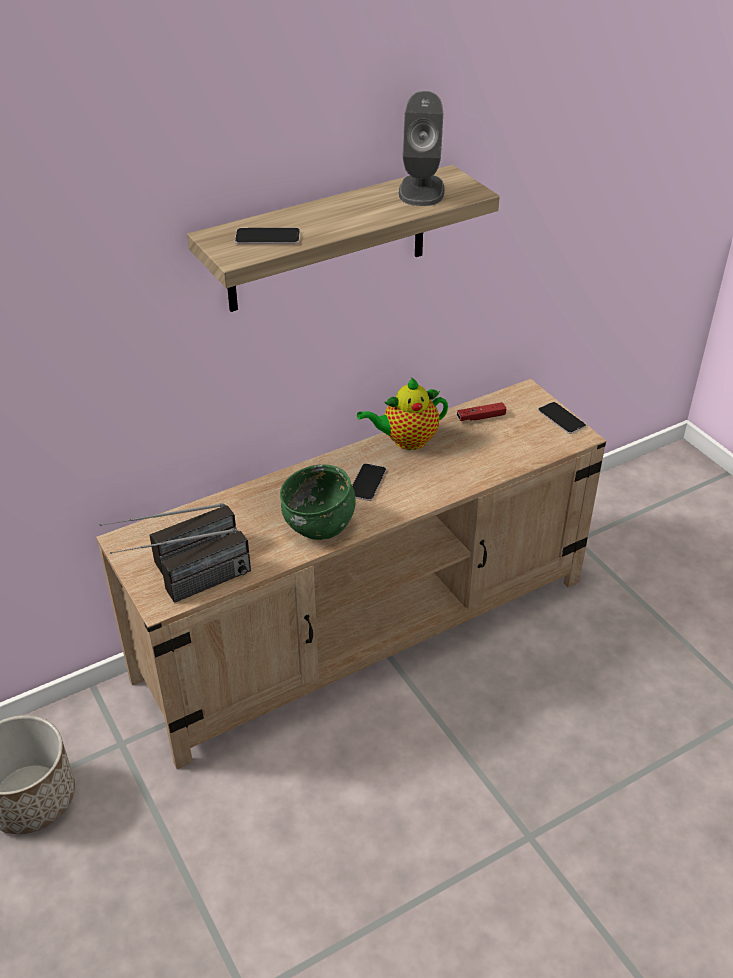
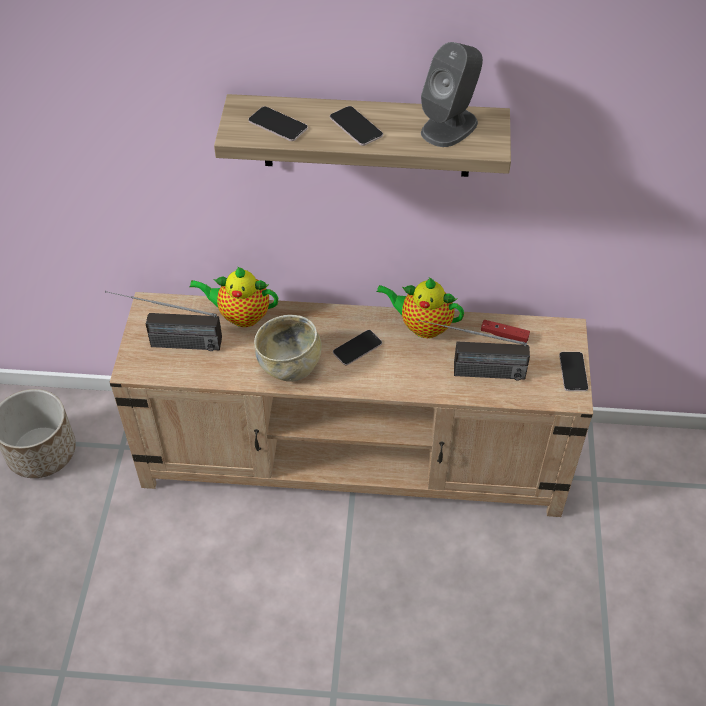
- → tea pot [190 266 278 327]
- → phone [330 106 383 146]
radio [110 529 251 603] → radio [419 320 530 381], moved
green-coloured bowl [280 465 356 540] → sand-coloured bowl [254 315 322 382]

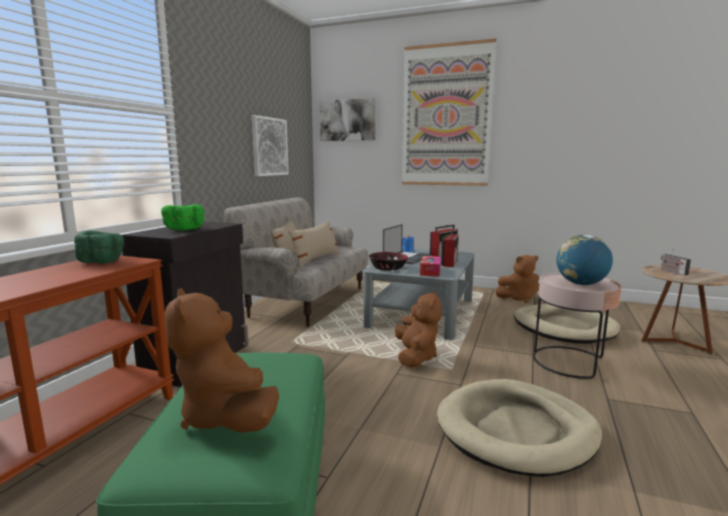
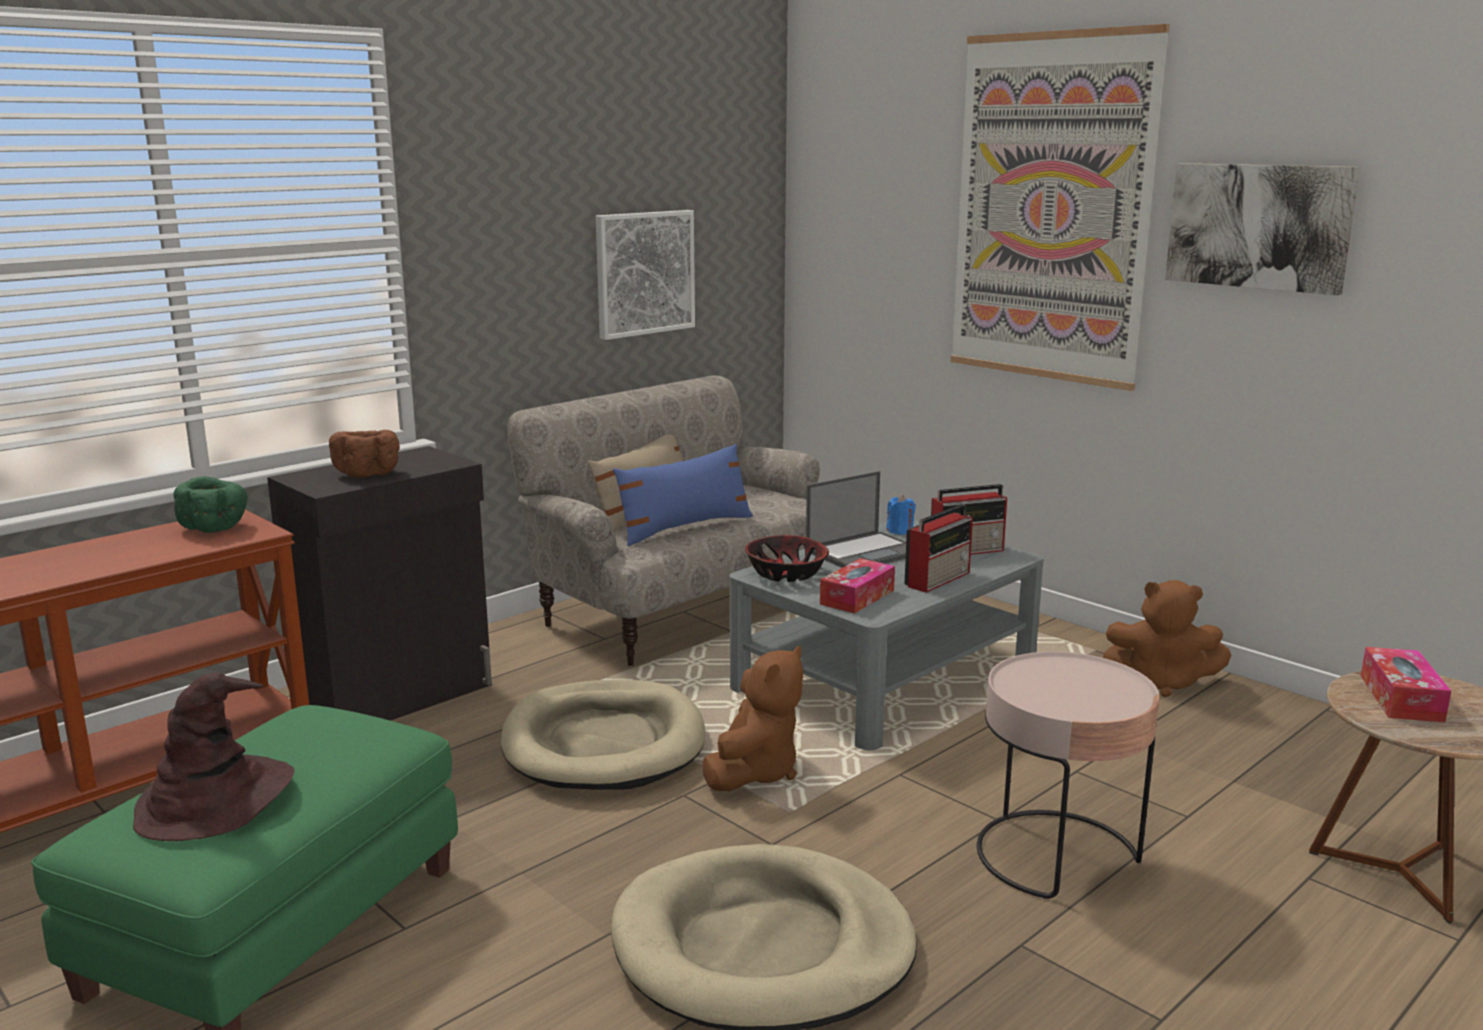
globe [556 235 613 285] → -
wall art [319 98 375 141] → wall art [1165 163 1360 295], moved
sand-coloured pet bed [513 304 621 344] → sand-coloured pet bed [501 679 705 789], moved
brownish cuddly toy [165 288 279 433] → brownish clothing hat [133 673 294 841]
radio [661 248 691 276] → tissue holder [1361 647 1451 722]
green-coloured bowl [161 205 205 231] → brownish bowl [329 430 400 478]
sand-coloured pillow [288 221 340 268] → blue pillow [613 444 753 546]

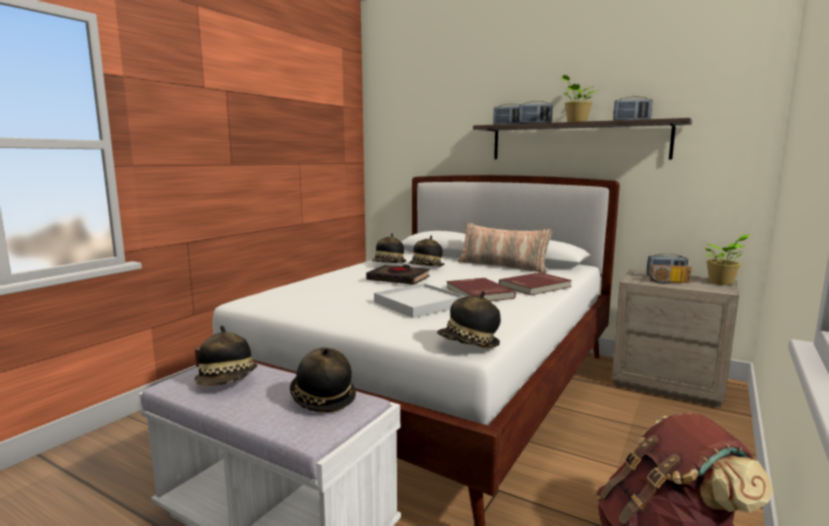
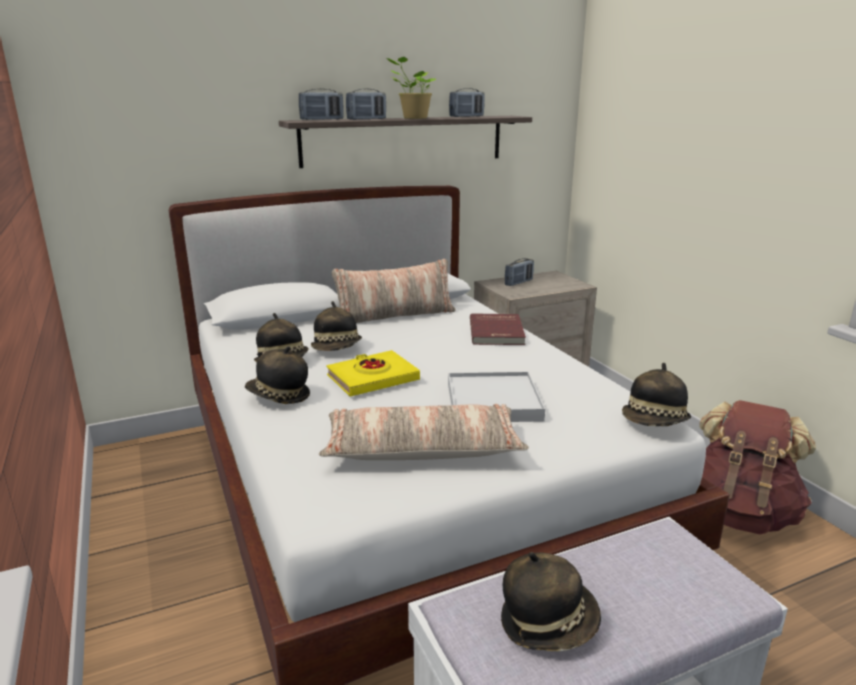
red-coloured bound book [446 278 516 301] → -
radio [649 265 691 284] → -
houseplant [703 234 750 285] → -
- → pillow [319 404 529 460]
clothing hat [290 347 356 413] → clothing hat [245 346 310 404], moved
black bound book [366 264 430 285] → yellowish bound book [326 350 420 397]

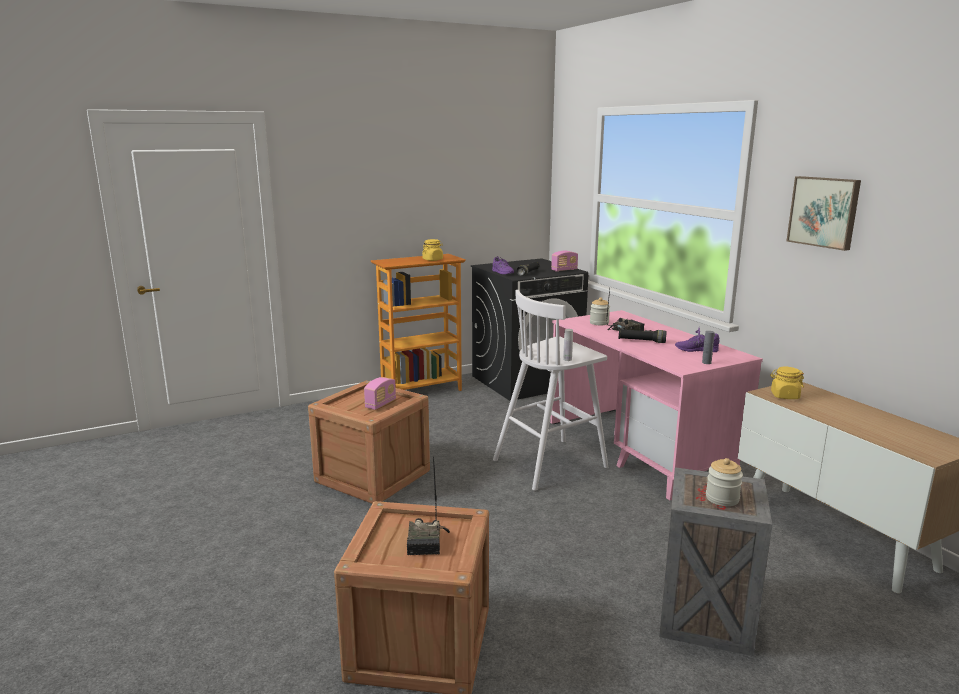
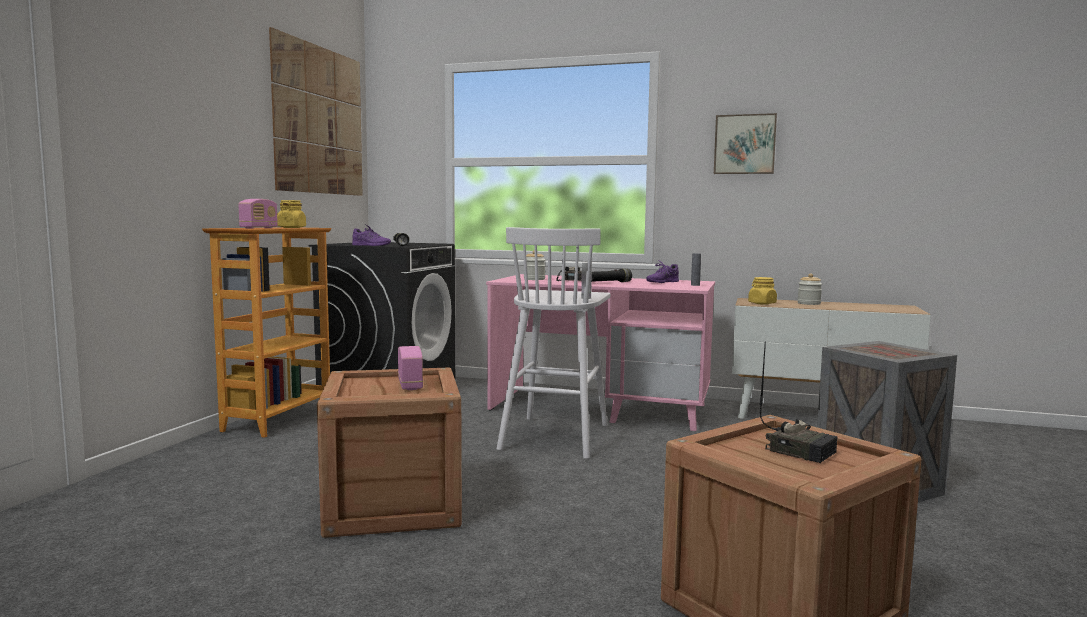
- → wall art [269 27 363 196]
radio [551 251 578 272] → radio [238 199 278 229], moved
preserve jar [706 458 743 506] → preserve jar [797 273 822 305], moved

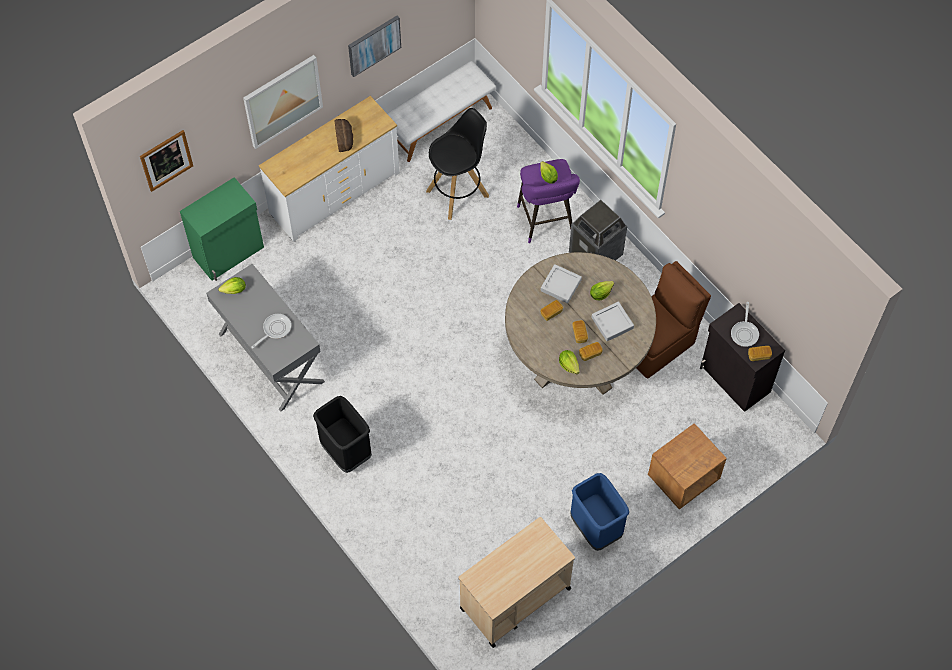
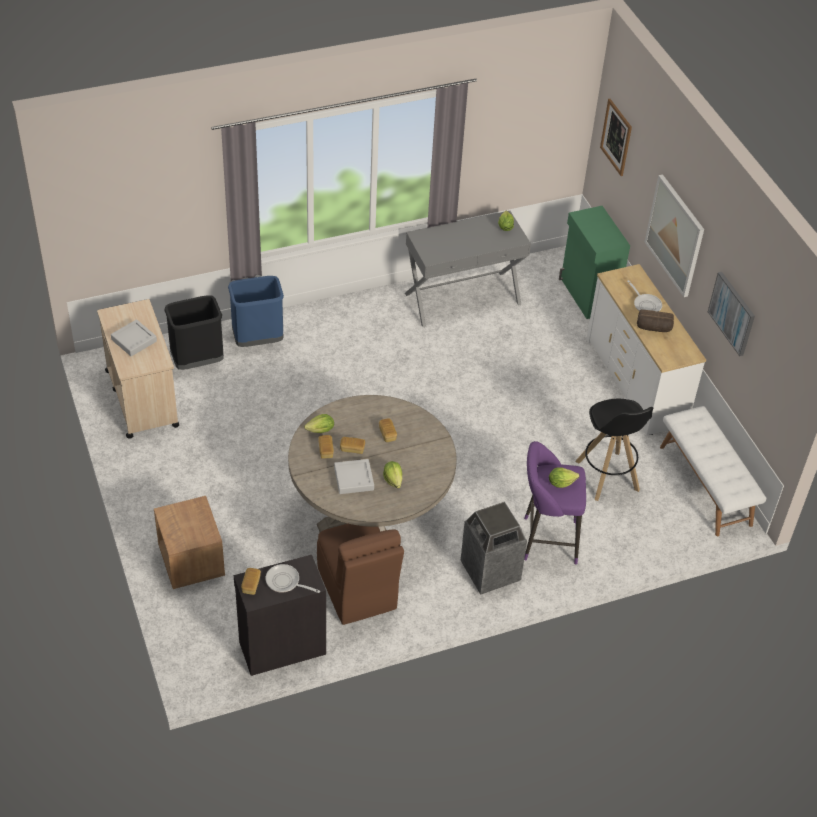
skillet [251 314 291 348] → skillet [627 280 662 312], moved
black rubbish bin [313 396 372 473] → black rubbish bin [164 295 224 370], moved
gray serving tray [541 264 582 303] → gray serving tray [111 319 157 356], moved
blue rubbish bin [570 473 629 551] → blue rubbish bin [228 276 284 347], moved

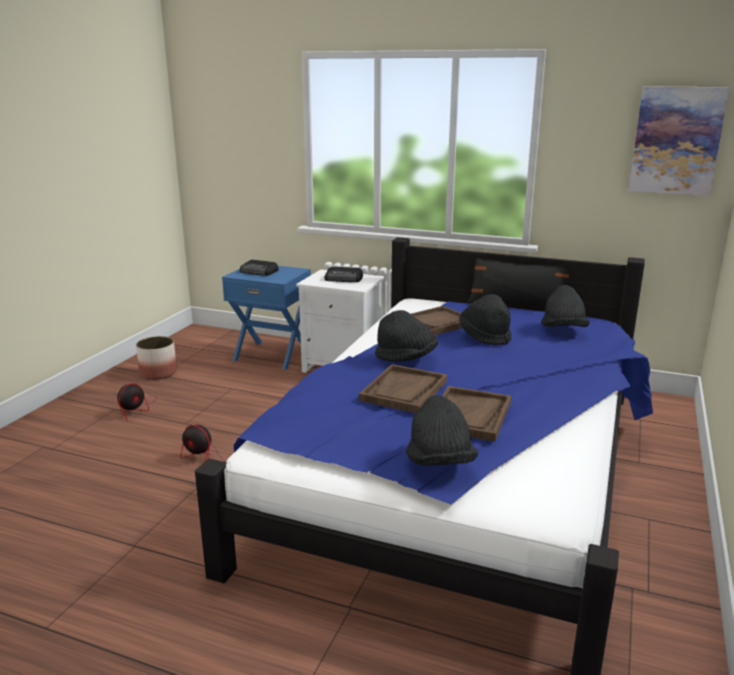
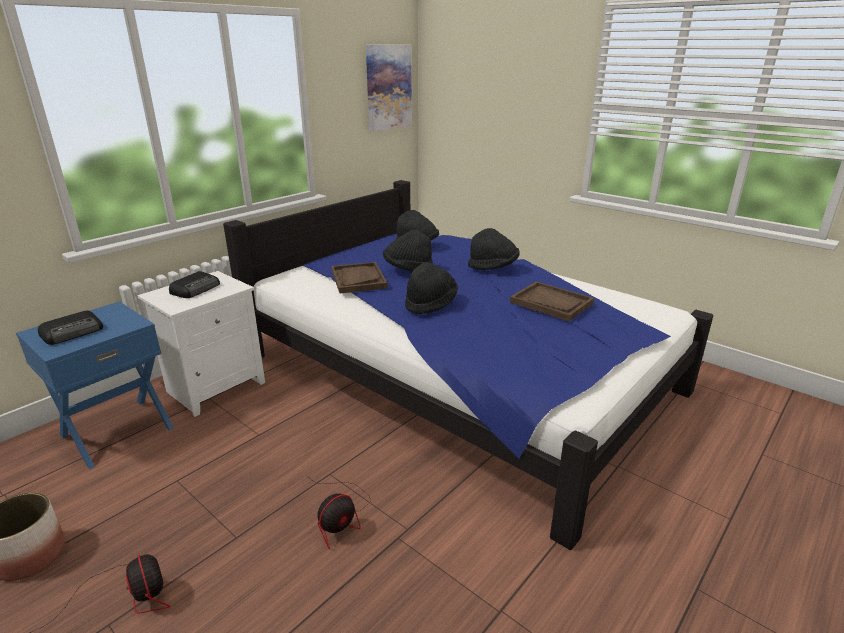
brownish serving tray [359 364 447 413] → -
black pillow [468 258 569 308] → -
black clothing hat [406 395 478 466] → black clothing hat [468 228 520 270], moved

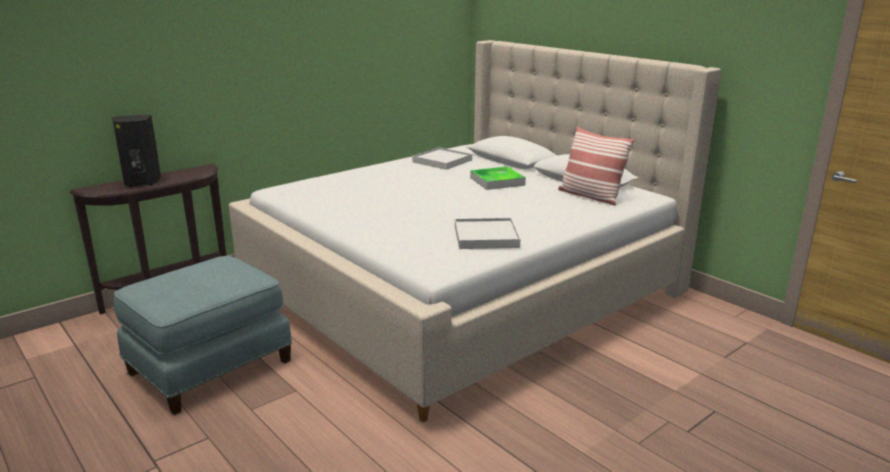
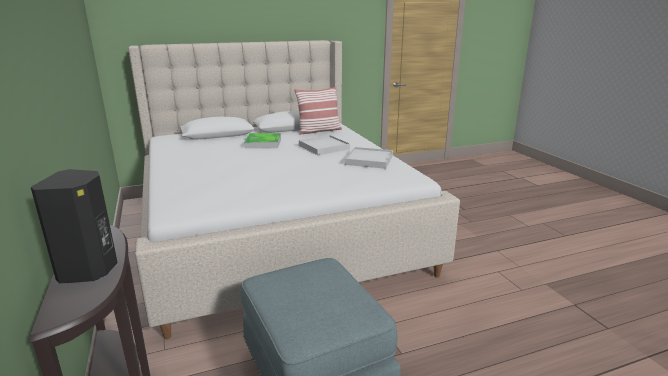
white-coloured serving tray [412 147 472 170] → white-coloured serving tray [299 135 350 155], moved

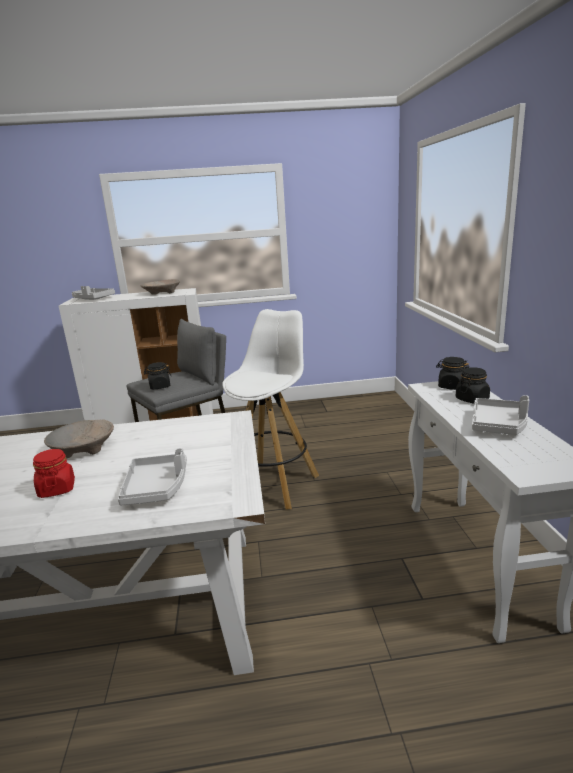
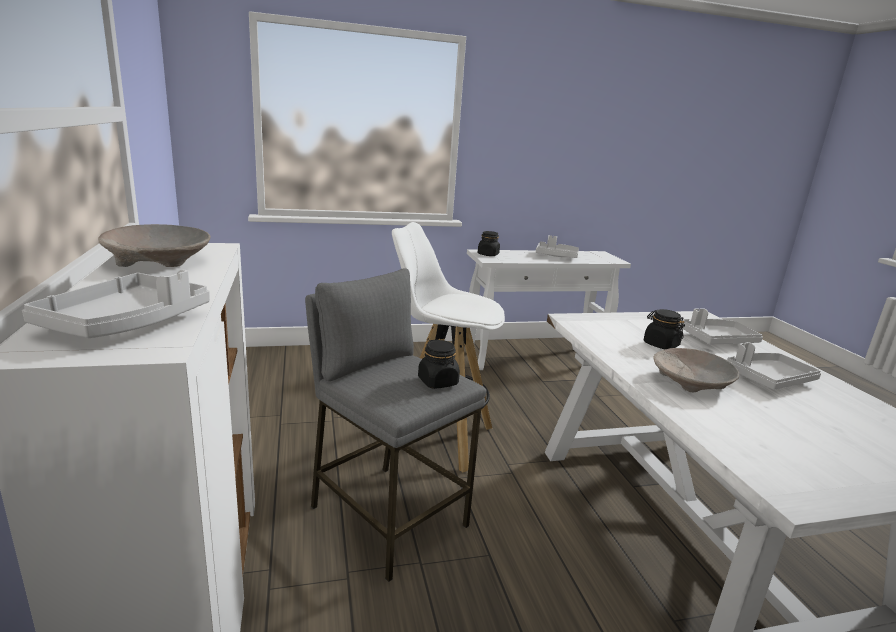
black preserve jar [456 367 490 403] → black preserve jar [644 309 685 349], moved
red-coloured preserve jar [33 449 75 498] → gray serving tray [727 342 821 390]

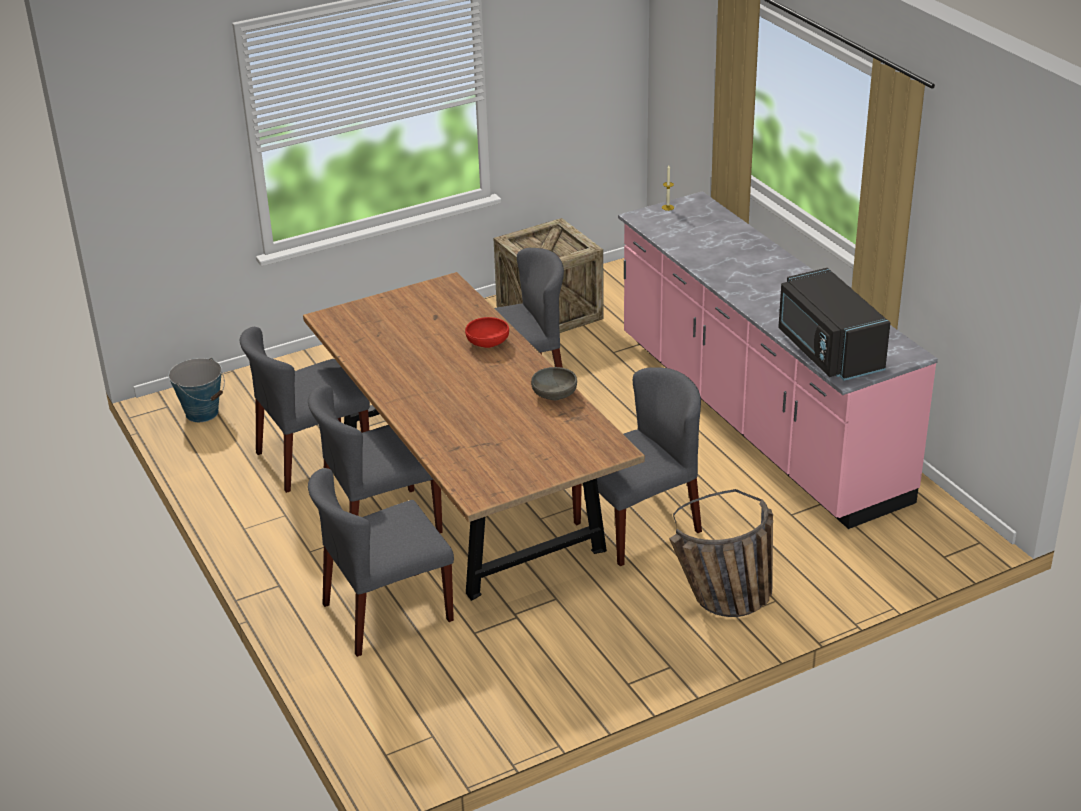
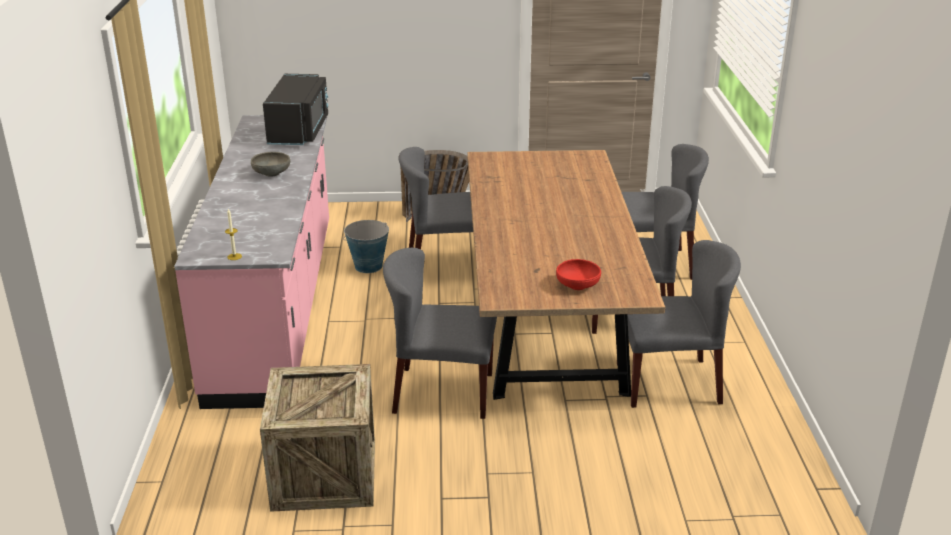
bucket [168 358 225 422] → bucket [343 220 389 273], moved
red-coloured bowl [465 317 509 348] → red-coloured bowl [556 259 601 290], moved
gray bowl [531 367 577 400] → gray bowl [251 152 290 176], moved

